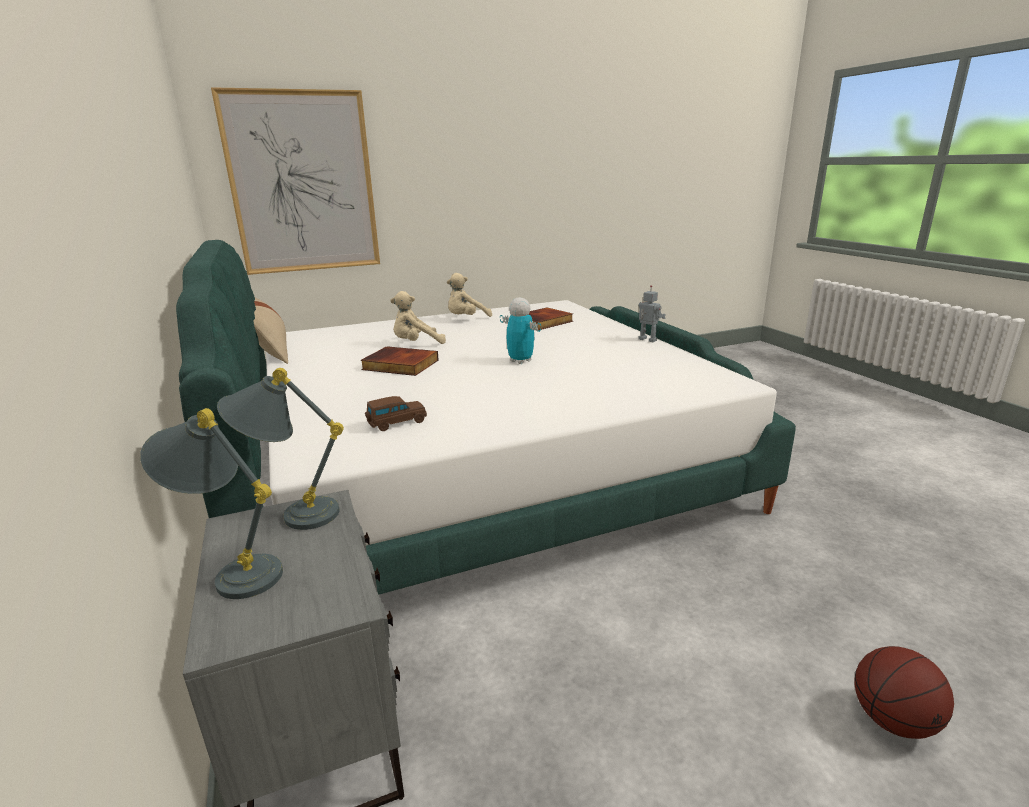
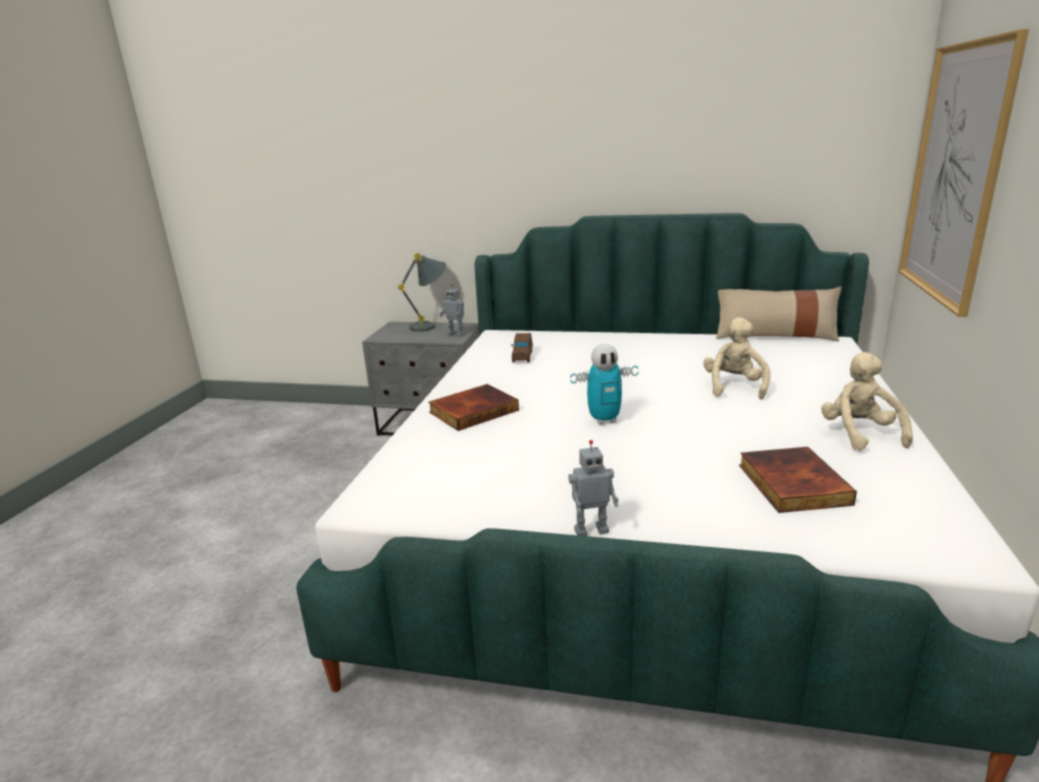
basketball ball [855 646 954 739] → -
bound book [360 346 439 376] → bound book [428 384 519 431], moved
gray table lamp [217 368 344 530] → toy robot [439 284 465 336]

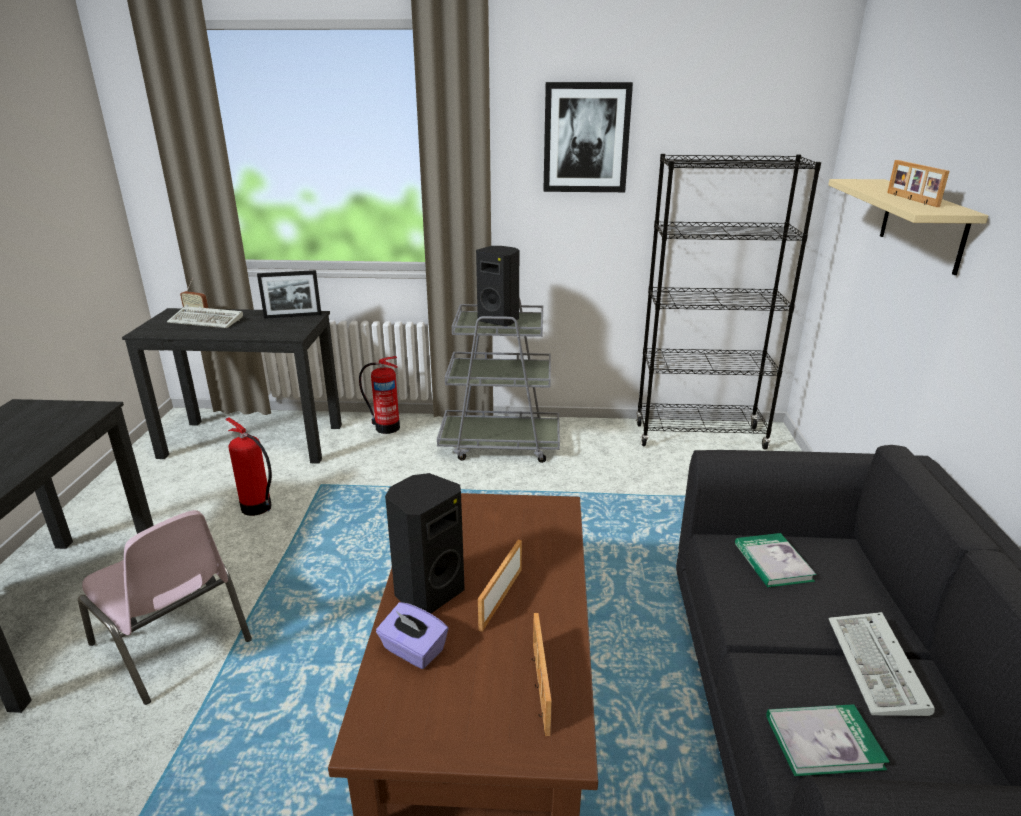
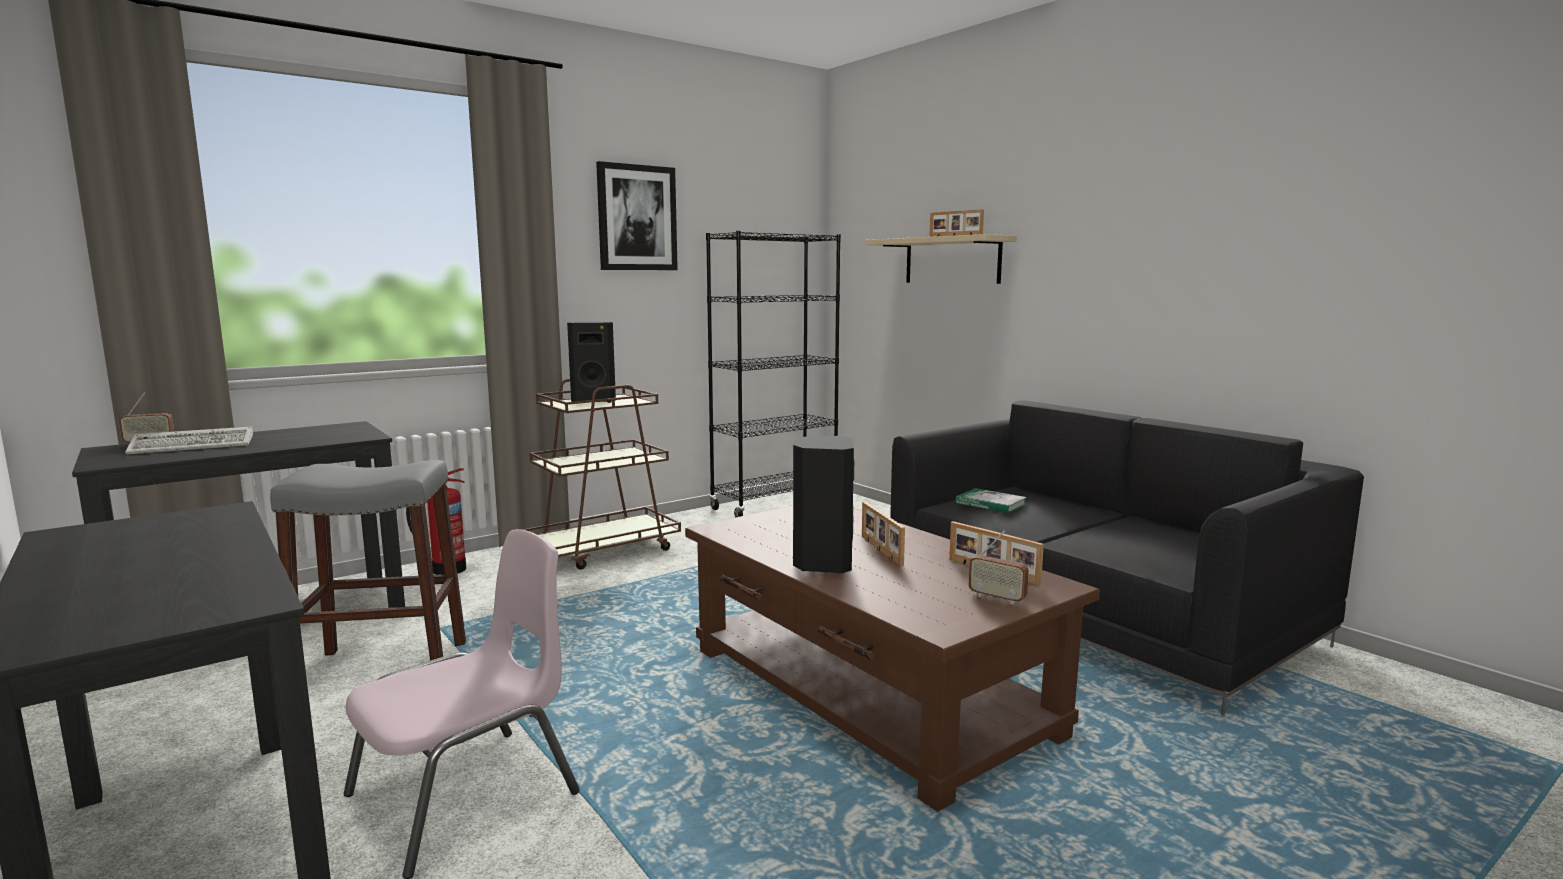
standing frame [257 270 321 319] → -
purple-coloured tissue holder [376 602 448 669] → -
bound book [766 704 890 776] → -
keyboard [828 612 935 716] → -
- → radio [969 530 1029 605]
fire extinguisher [225 418 272 516] → gray sitting stool [270 460 466 661]
gray wheeled cart [437 298 560 463] → brownish wheeled cart [522 379 681 570]
pinkish chair [78 510 252 705] → pinkish chair [344 529 580 879], 45 degrees counterclockwise

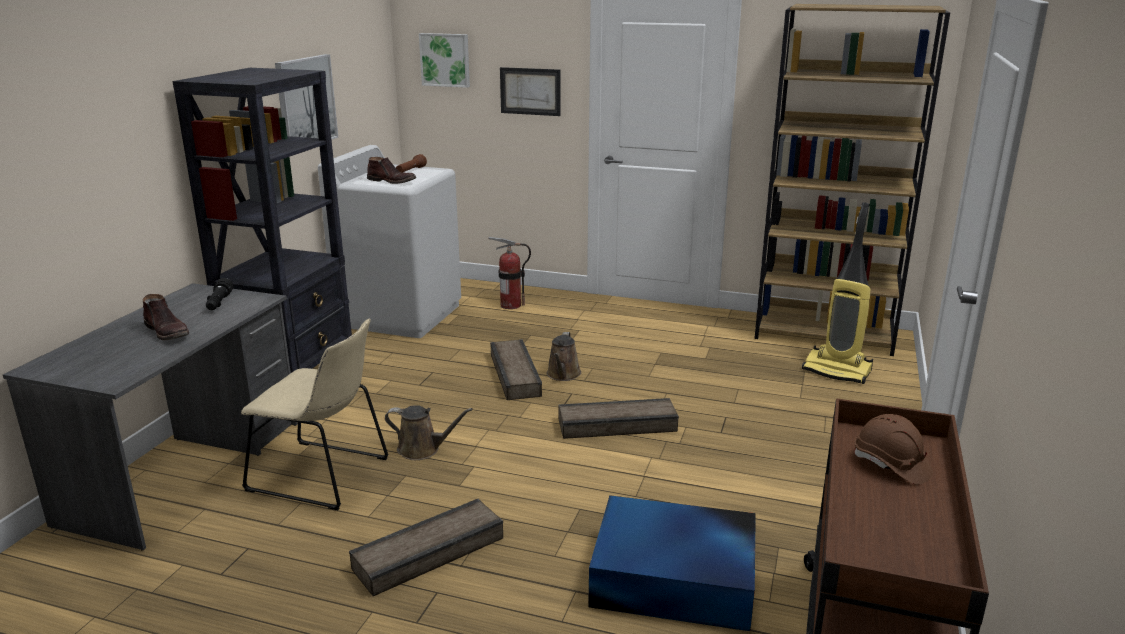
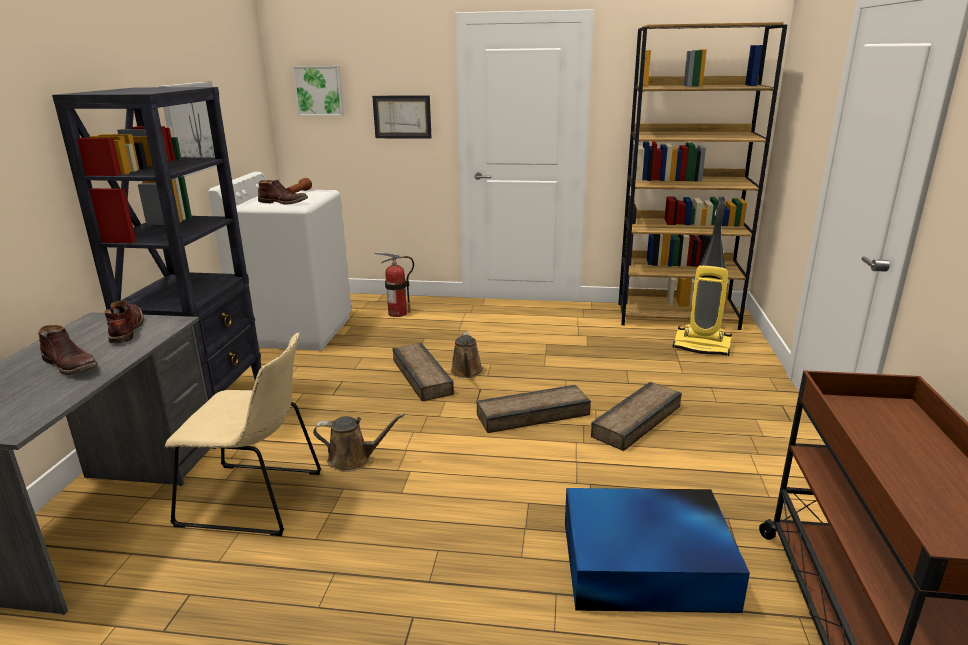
brownish work helmet [855 414 933 485] → -
packing crate [349 499 503 596] → packing crate [591 382 682 451], moved
black flashlight [206 278 233 310] → brownish boot [105 301 144 343]

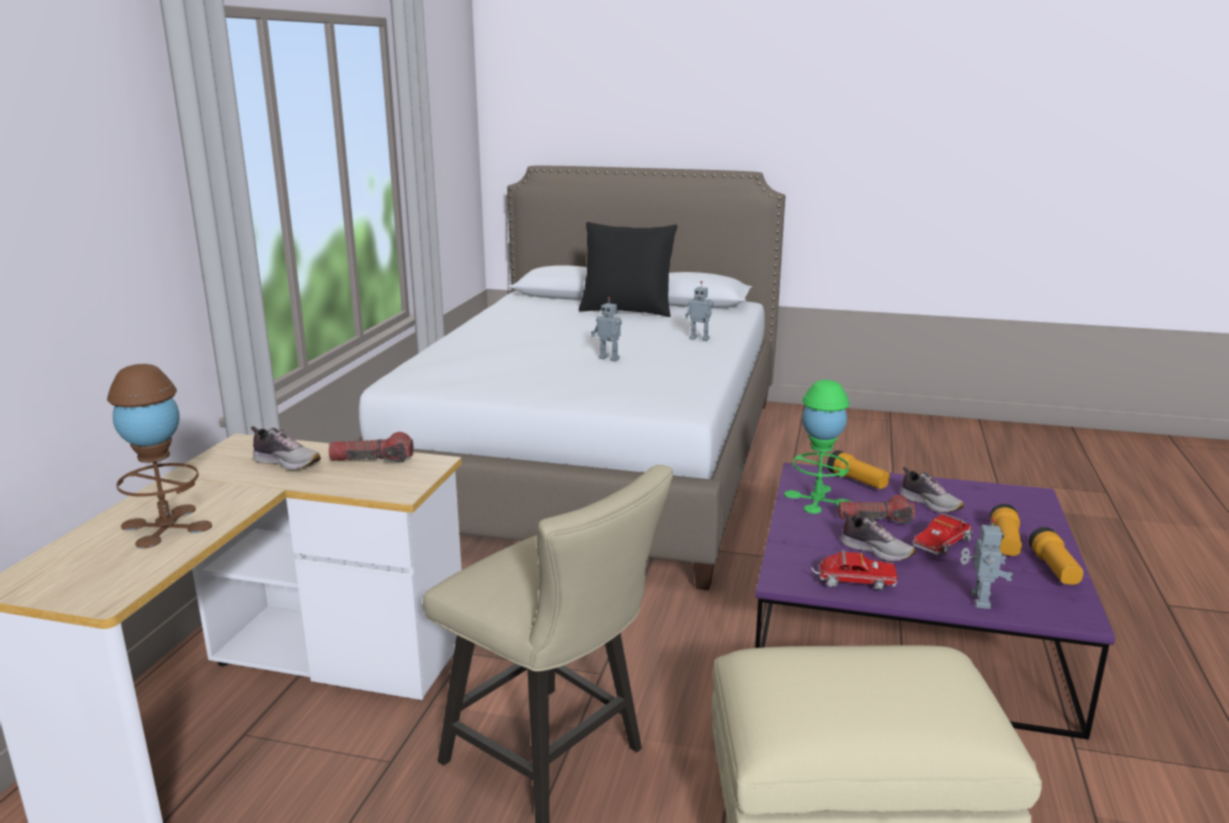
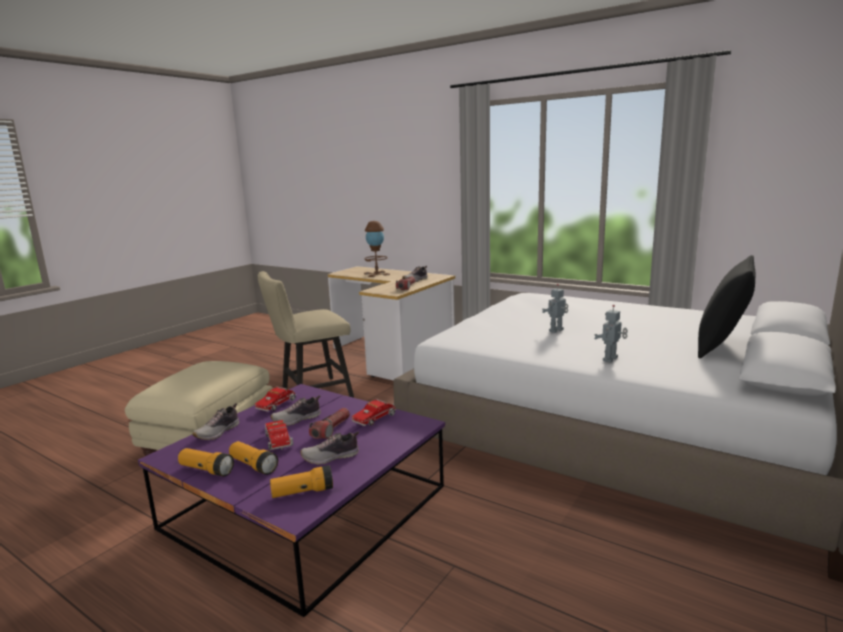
flashlight [827 450 890 489] → flashlight [270 465 333 498], moved
green-coloured table lamp [784 380 851 514] → model truck [352 399 396 426]
toy robot [960 518 1013 609] → shoe [192 403 239 440]

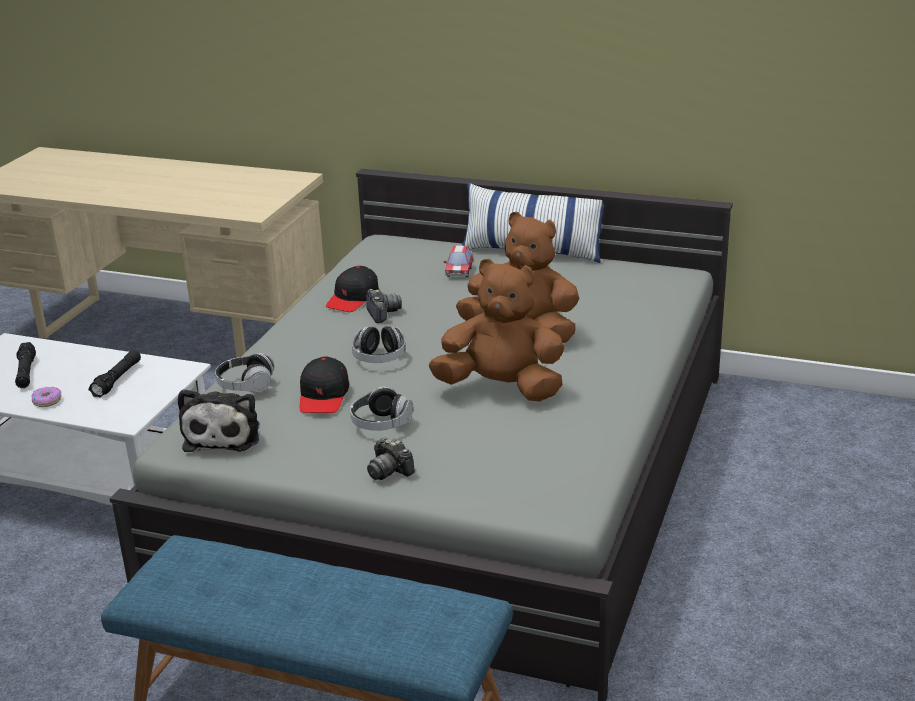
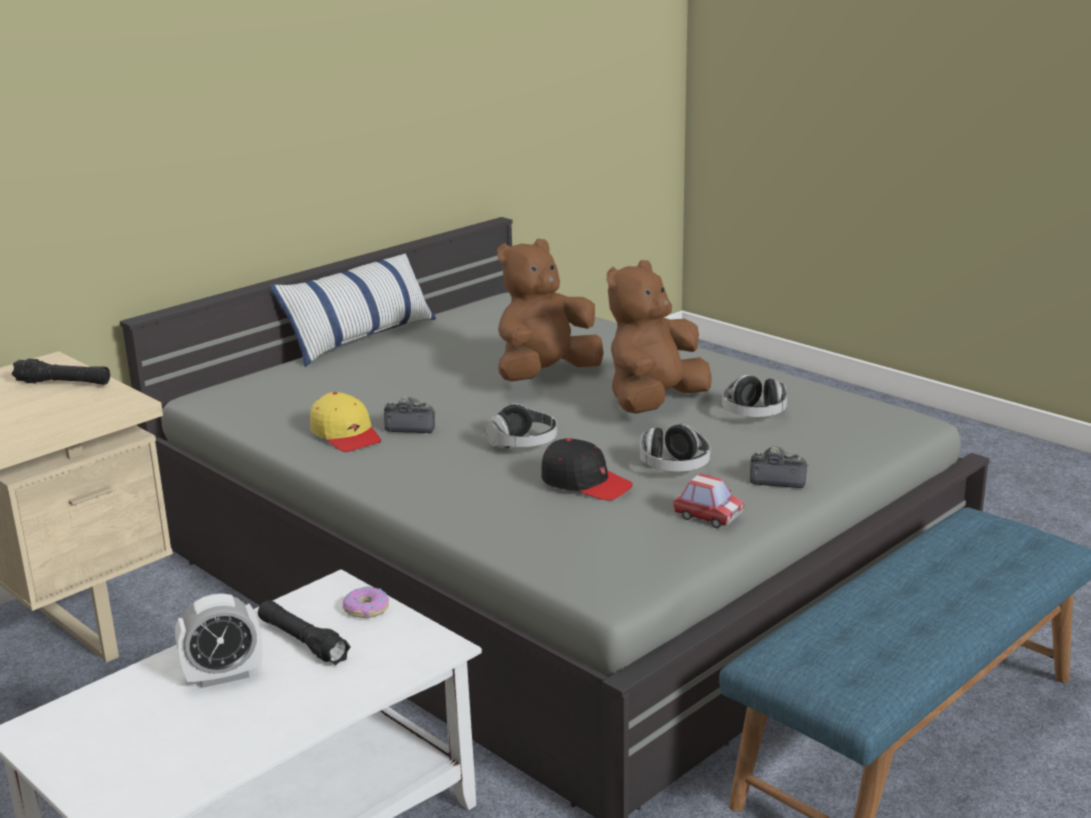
cuddly toy [178 389 259 452] → -
- → alarm clock [175 593 262 688]
black flashlight [15 342 36 388] → black flashlight [12 359 110 385], moved
ring doughnut [32 387 62 407] → ring doughnut [343 586 389 618], moved
headphones [215 353 274 393] → headphones [722 375 787 417], moved
miniature car [444 245 473 277] → miniature car [673 473 744 528], moved
black cap [326 266 379 312] → yellowish cap [310 392 381 452]
still camera [367 437 415 480] → still camera [750 447 808 488], 150 degrees counterclockwise

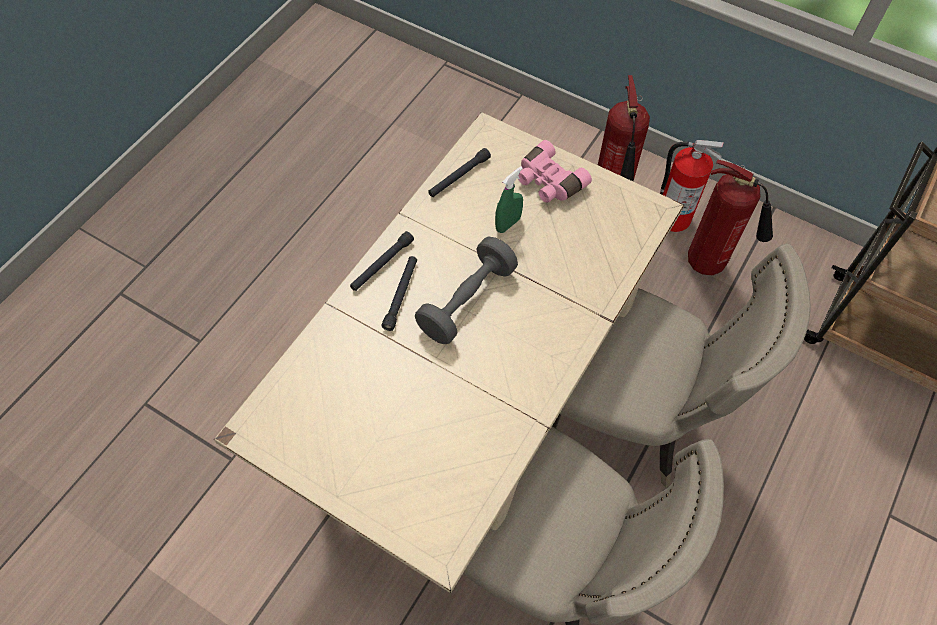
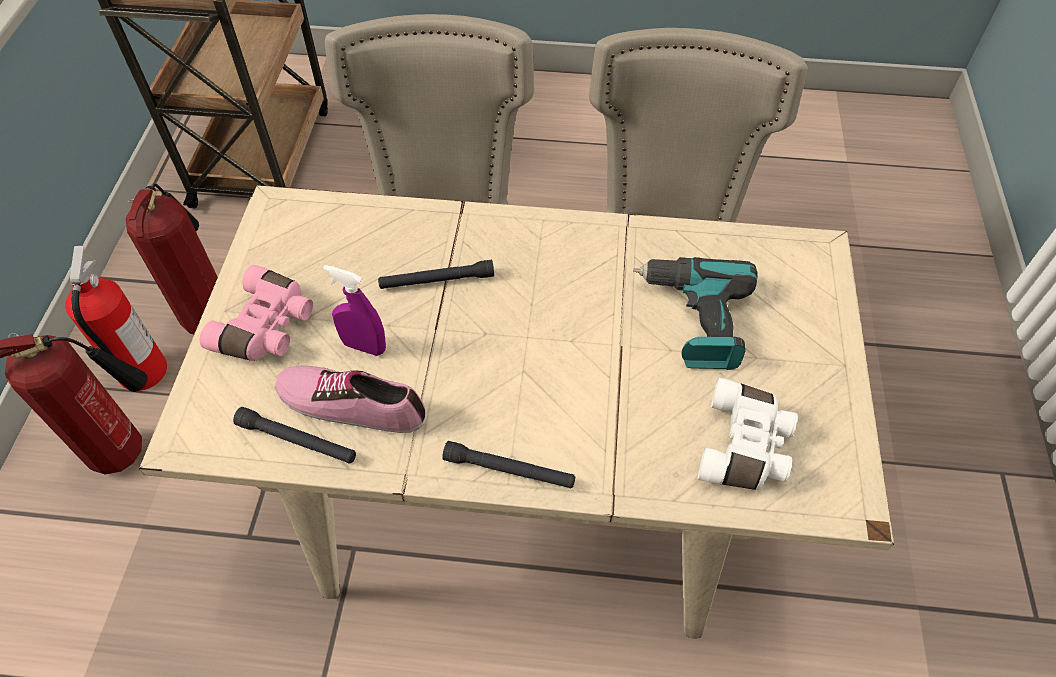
gray hand weight [415 237 518 344] → -
- → shoe [275 366 425 433]
- → power drill [633 257 758 370]
- → white-coloured binoculars [698 378 797 490]
black flashlight [381 256 417 331] → black flashlight [378 260 494 289], moved
green-coloured spray bottle [495 166 523 233] → purple-coloured spray bottle [323 265 386 356]

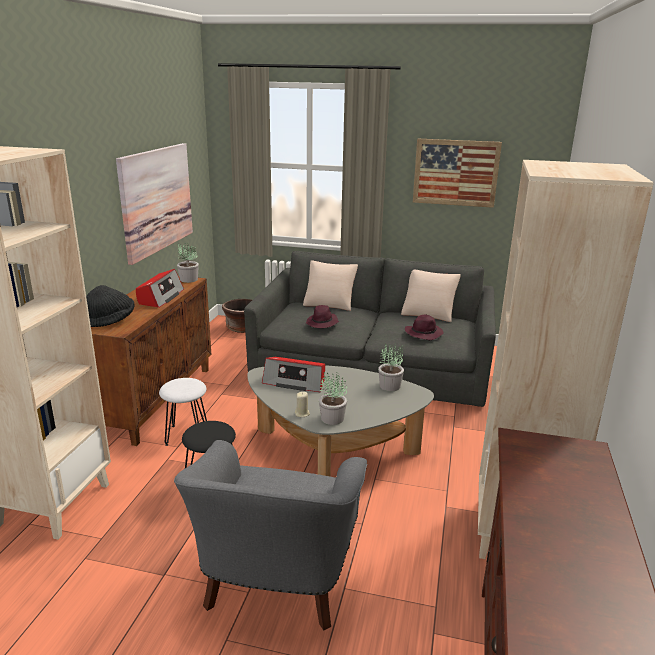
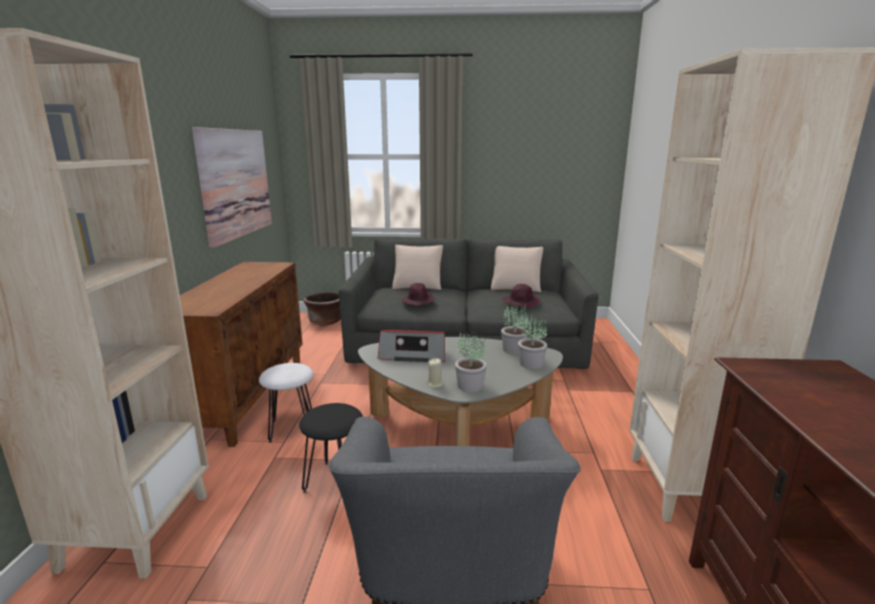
black clothing hat [86 285 135 327] → -
radio [136 269 184 308] → -
wall art [413 139 502 208] → -
houseplant [177 243 199 283] → houseplant [518 315 547 369], moved

